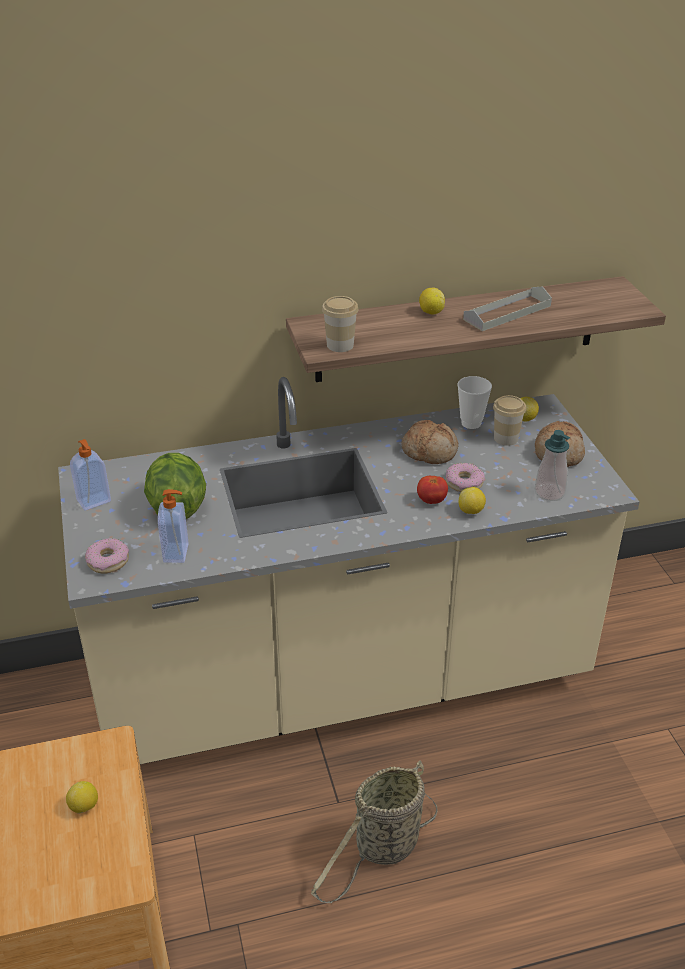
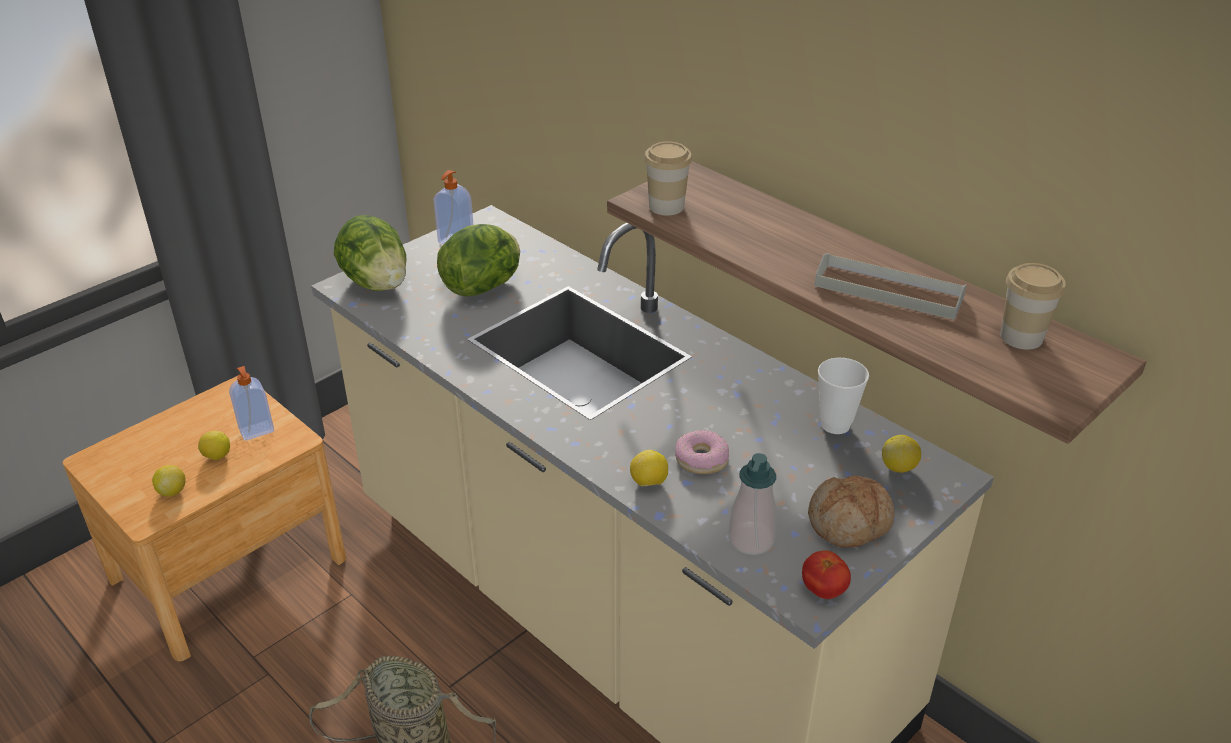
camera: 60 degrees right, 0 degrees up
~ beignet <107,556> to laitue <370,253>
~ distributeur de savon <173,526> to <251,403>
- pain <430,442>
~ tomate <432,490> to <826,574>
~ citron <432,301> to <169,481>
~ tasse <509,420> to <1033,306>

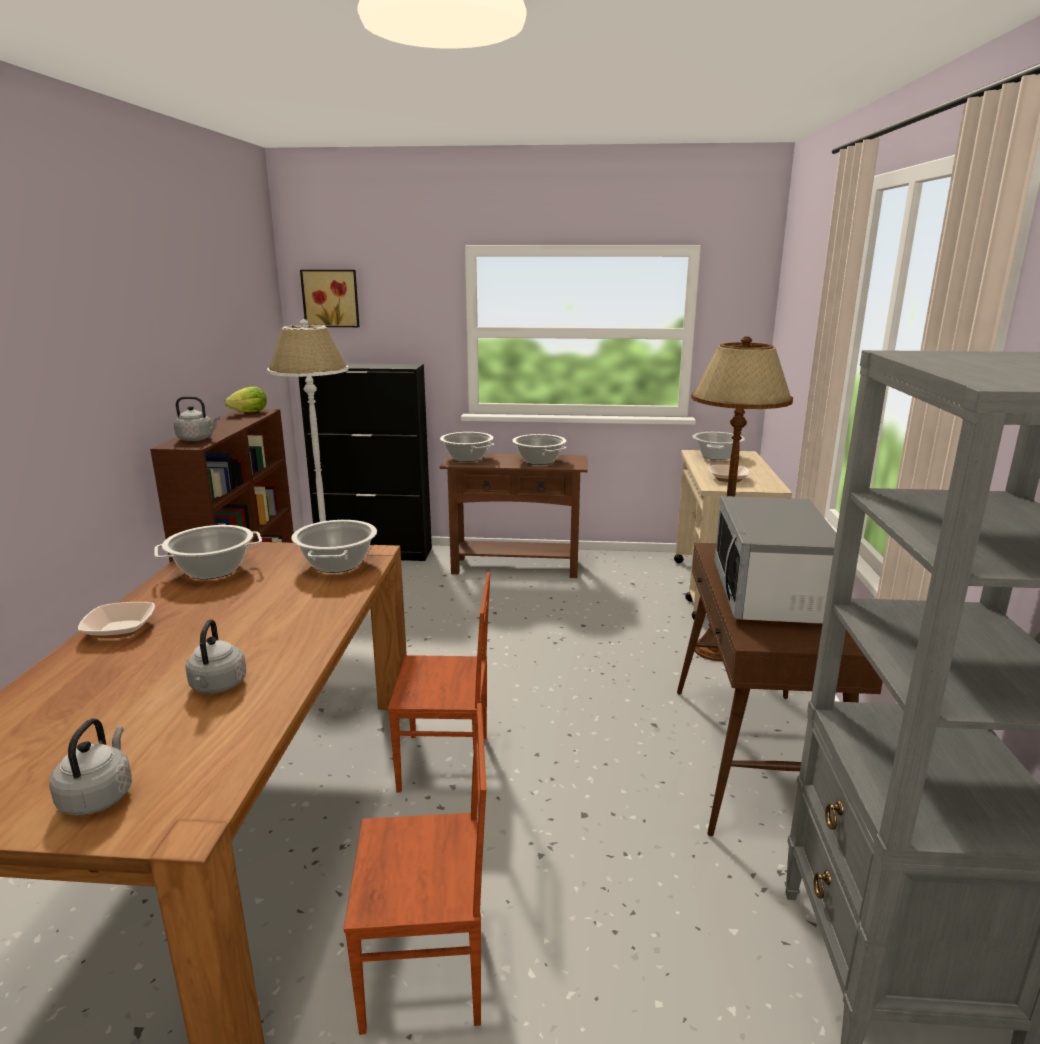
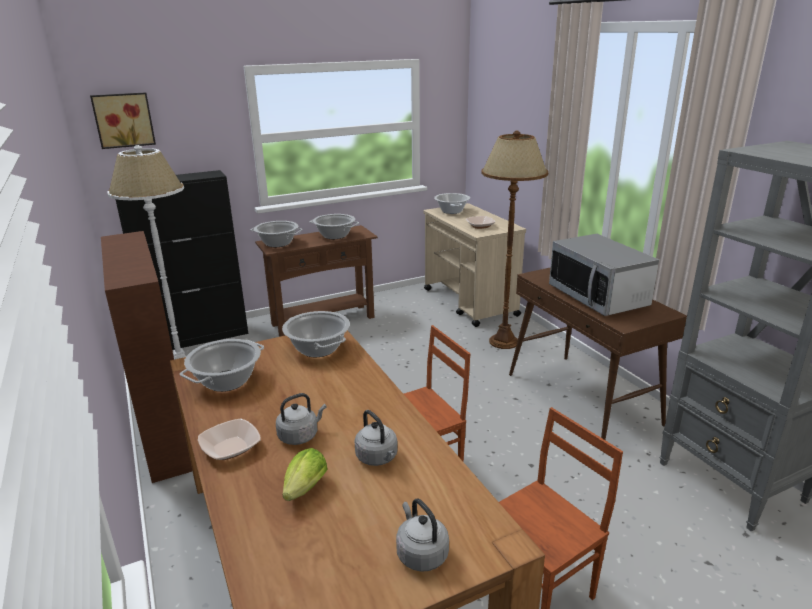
camera: 30 degrees left, 5 degrees up
~ bouilloire/gris <197,418> to <301,419>
~ laitue <245,399> to <305,474>

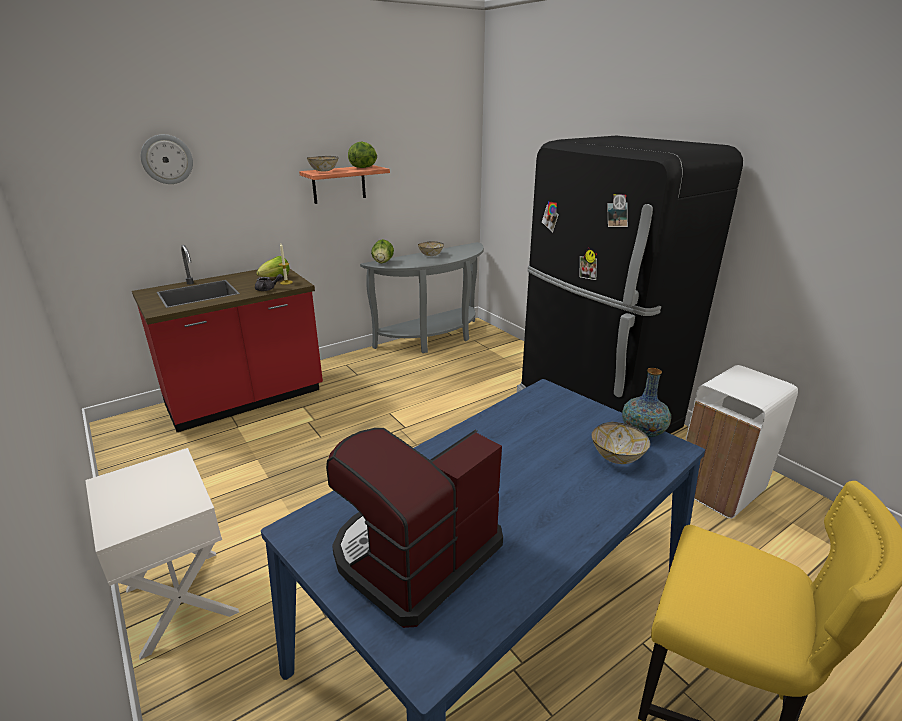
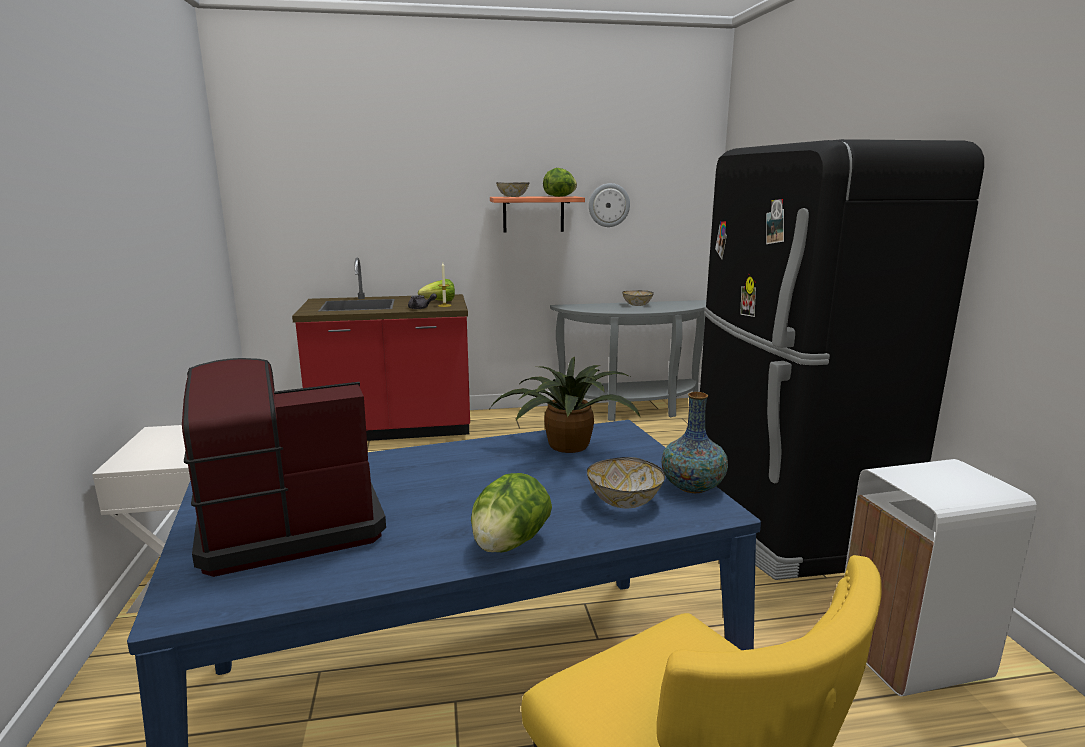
camera: 25 degrees right, 10 degrees down
~ horloge murale <167,159> to <609,205>
~ laitue <382,251> to <511,512>
+ plante en pot <564,405>

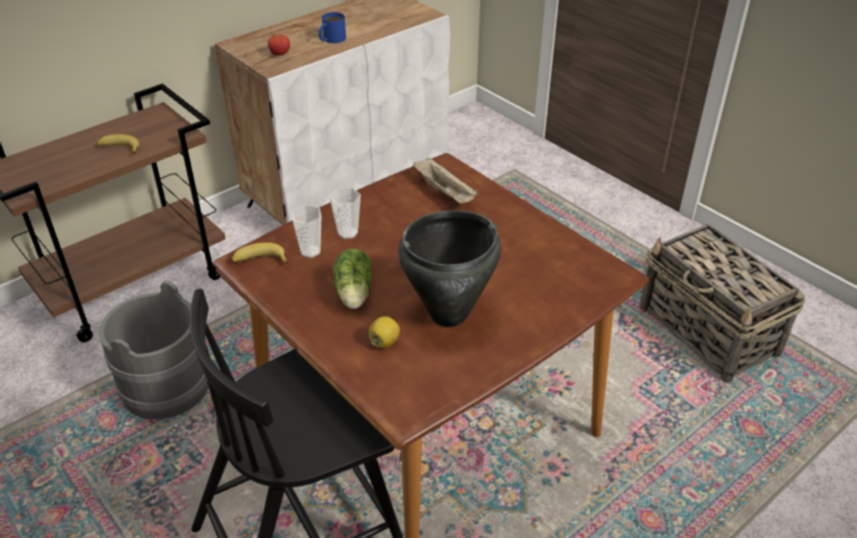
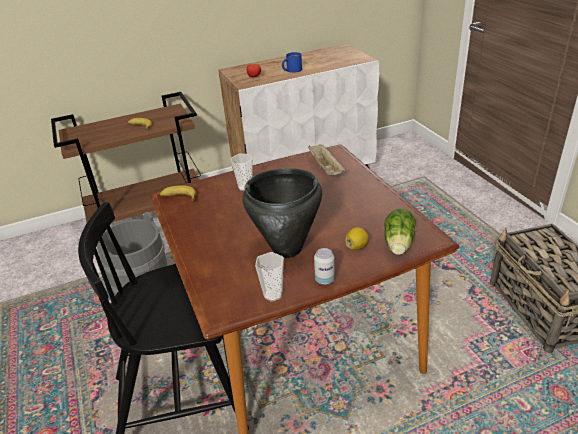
camera: 20 degrees right, 5 degrees down
~ tasse <306,231> to <269,277>
~ laitue <352,279> to <400,232>
~ citron <384,332> to <357,238>
+ boîte métallique <324,266>

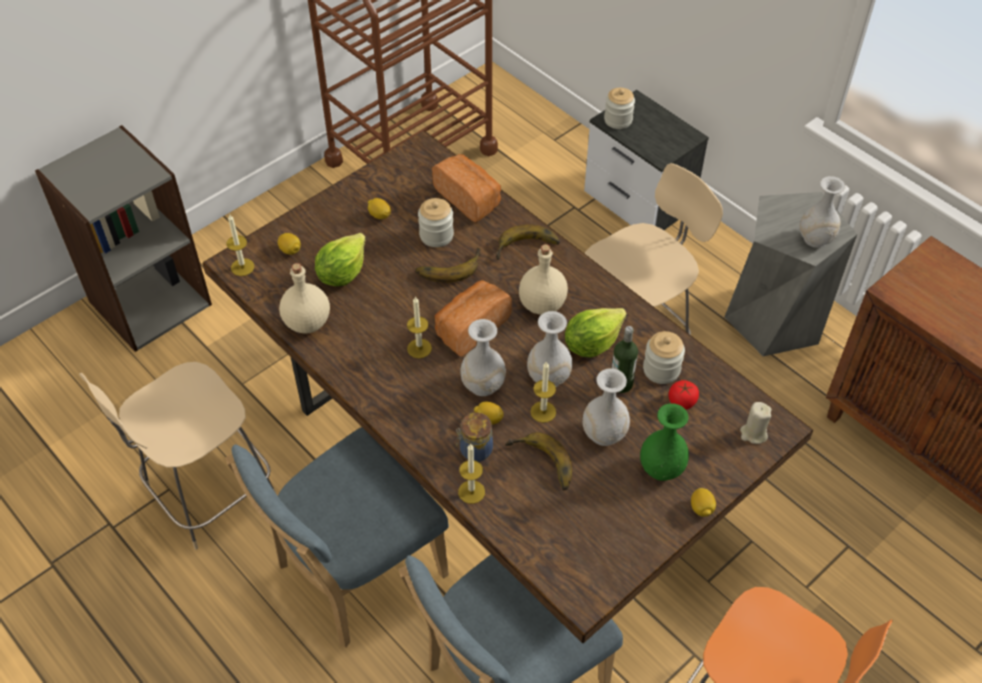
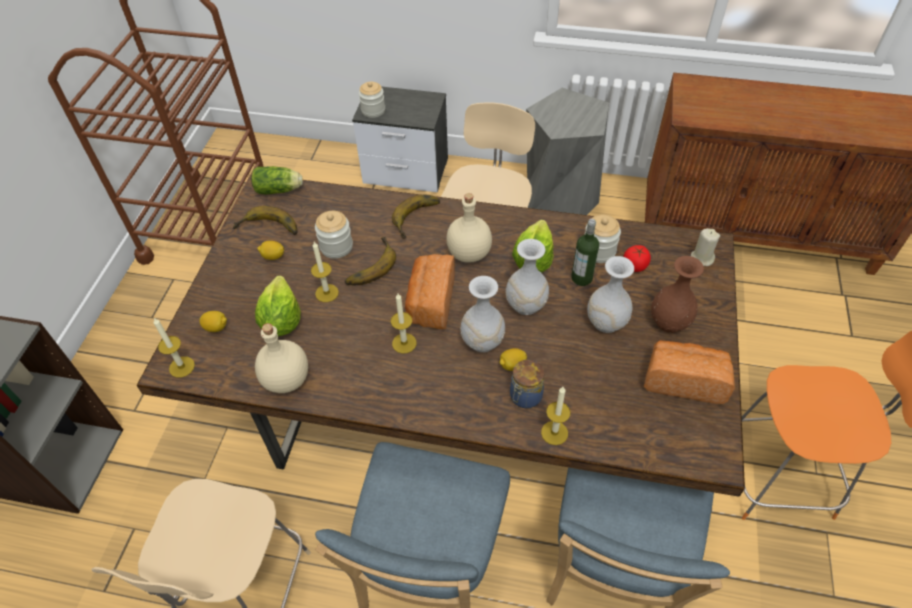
camera: 35 degrees left, 0 degrees up
~ pain <466,188> to <689,372>
~ banane <538,461> to <265,220>
~ bougie <543,392> to <325,272>
~ vase/vert <664,442> to vase/marron <677,294>
- citron <703,502>
- vase/blanc <822,212>
+ laitue <277,180>

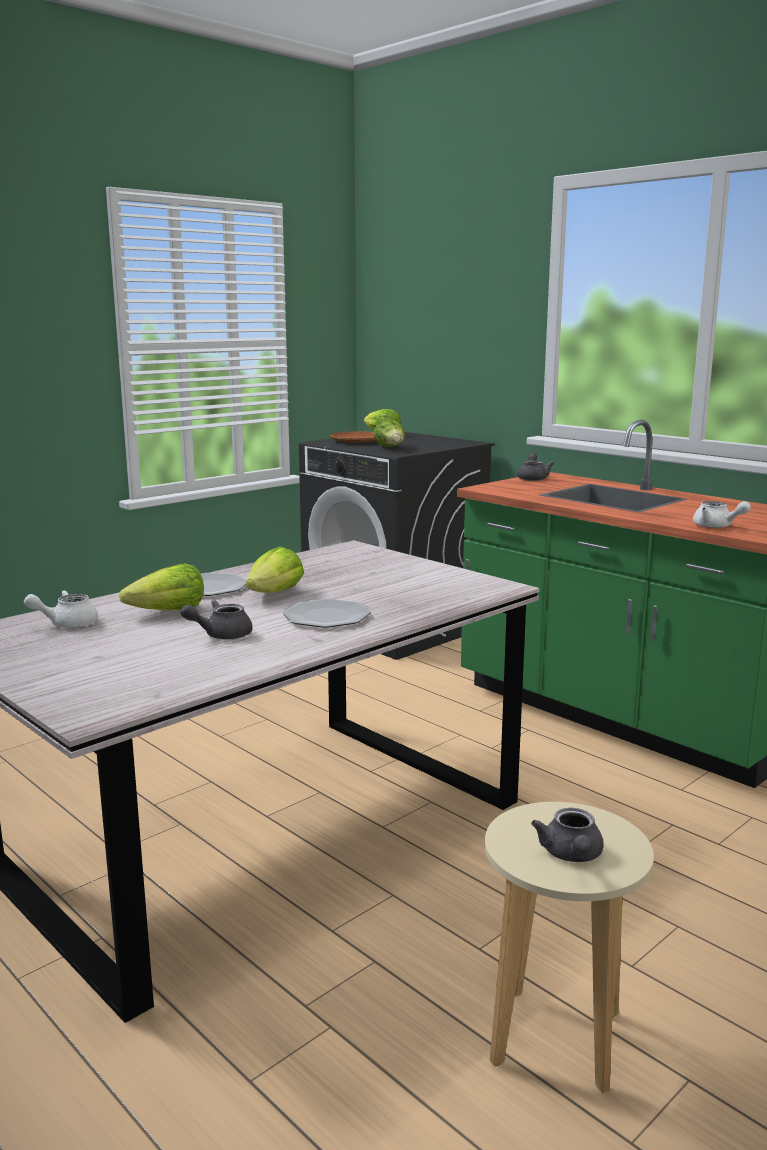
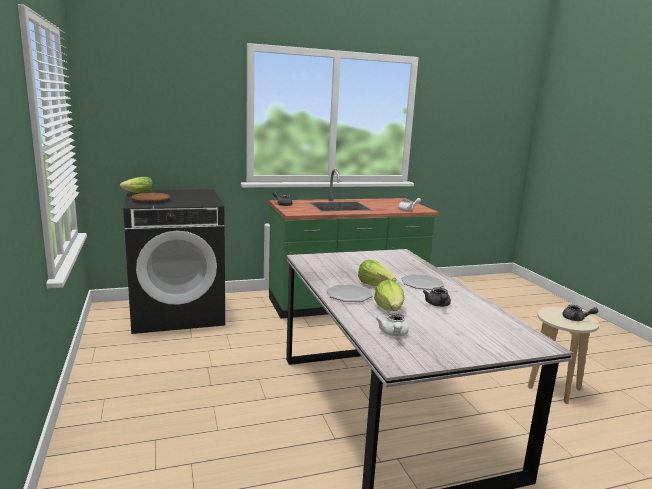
camera: 65 degrees left, 0 degrees up
- laitue <389,432>

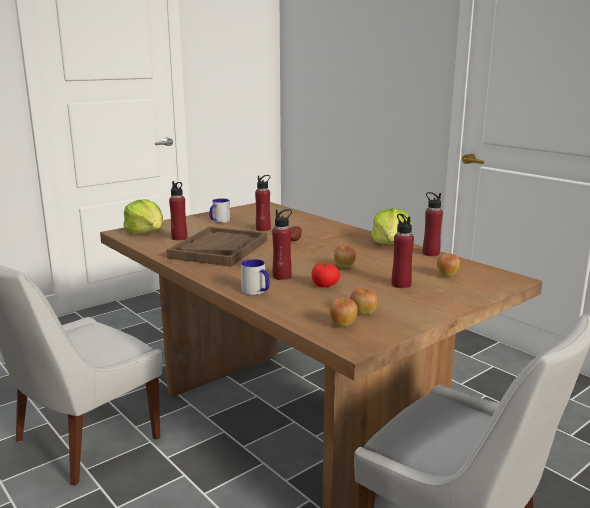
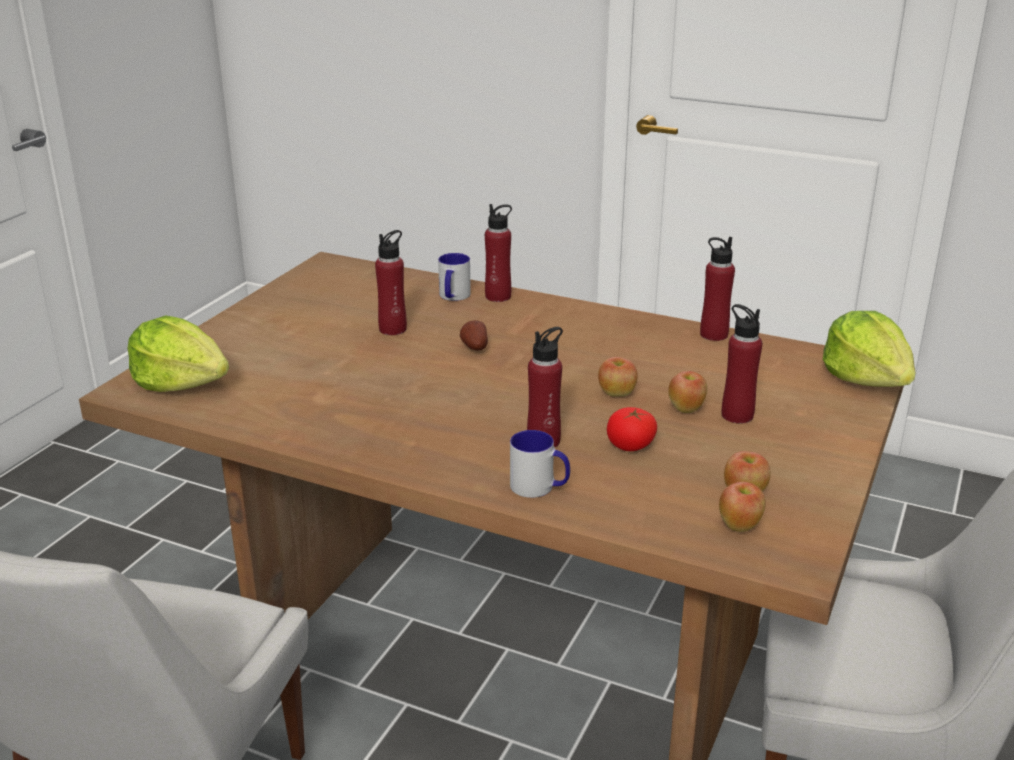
camera: 25 degrees left, 10 degrees up
- plateau/marron <216,247>
~ bouteille/rouge <178,210> to <498,253>
~ mug <220,210> to <454,277>
~ laitue <391,226> to <869,349>
~ pomme <448,265> to <687,392>

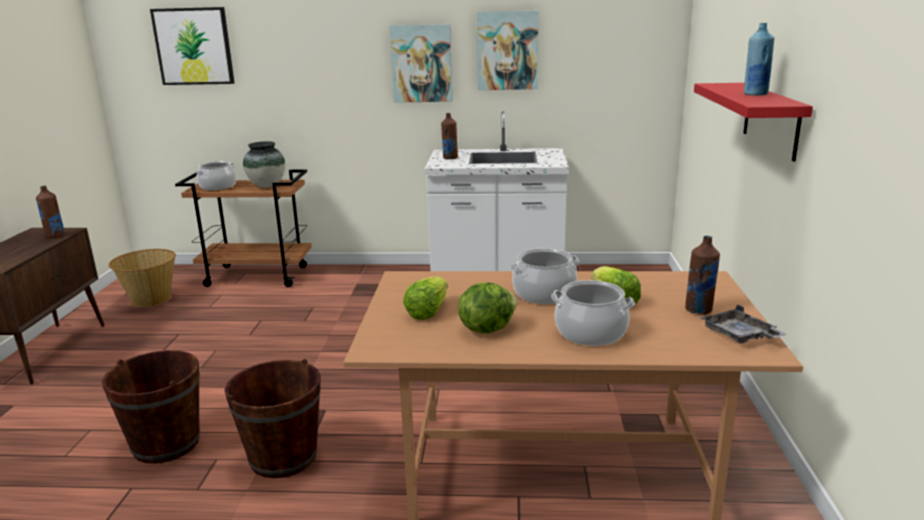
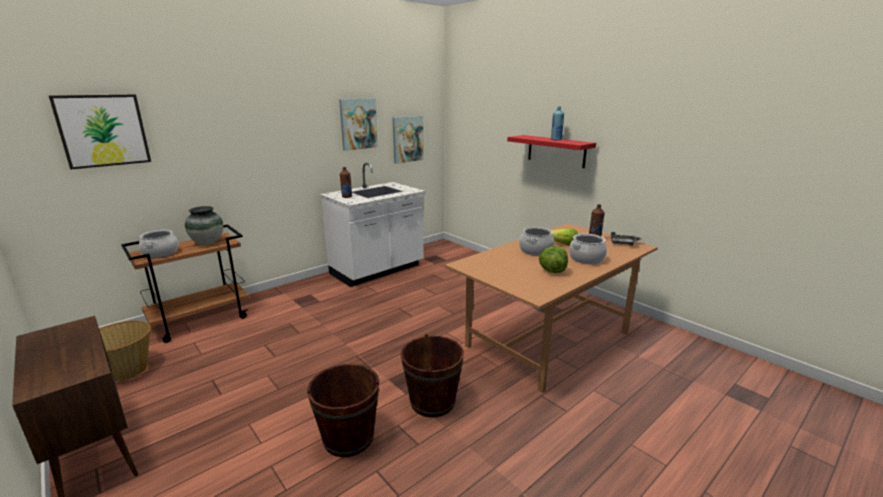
camera: 45 degrees left, 0 degrees up
- bouteille/marron <50,211>
~ tableau <420,63> to <408,140>
- laitue <425,298>

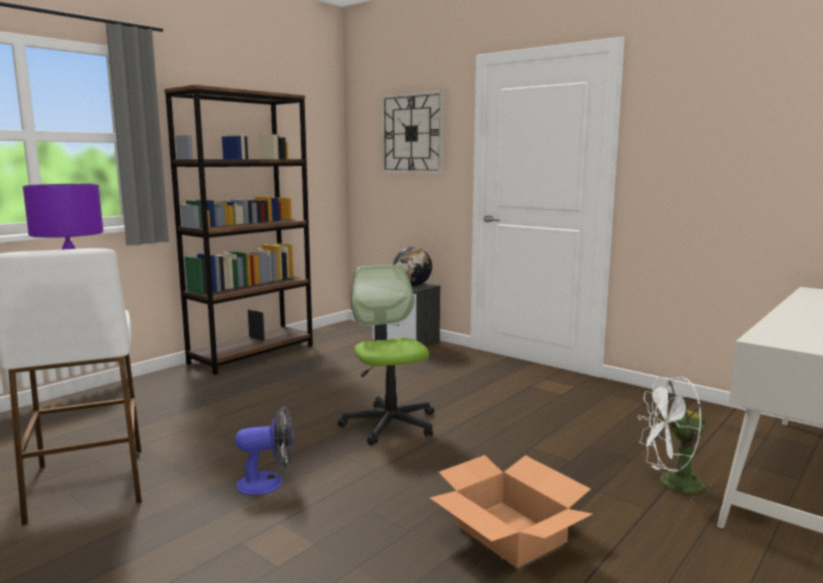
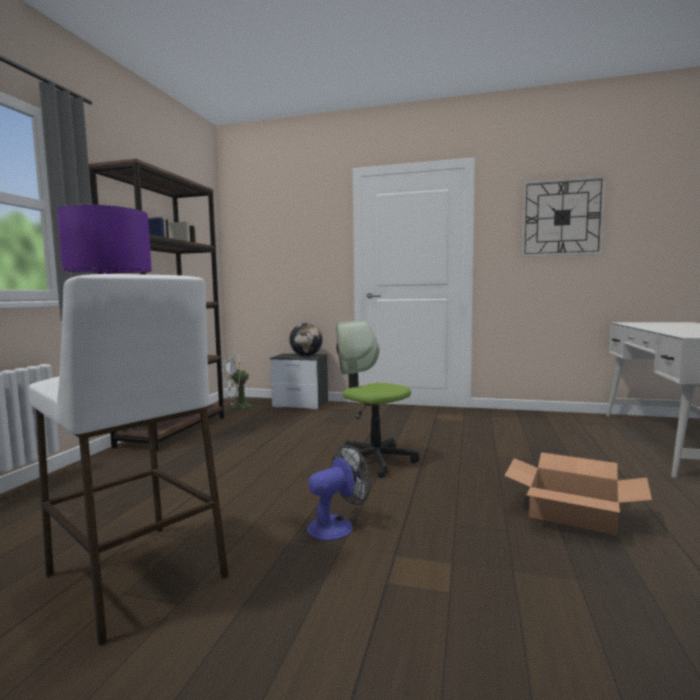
camera: 25 degrees left, 5 degrees down
~ horloge murale <412,132> to <563,216>
~ ventilateur/blanc <679,439> to <239,382>

